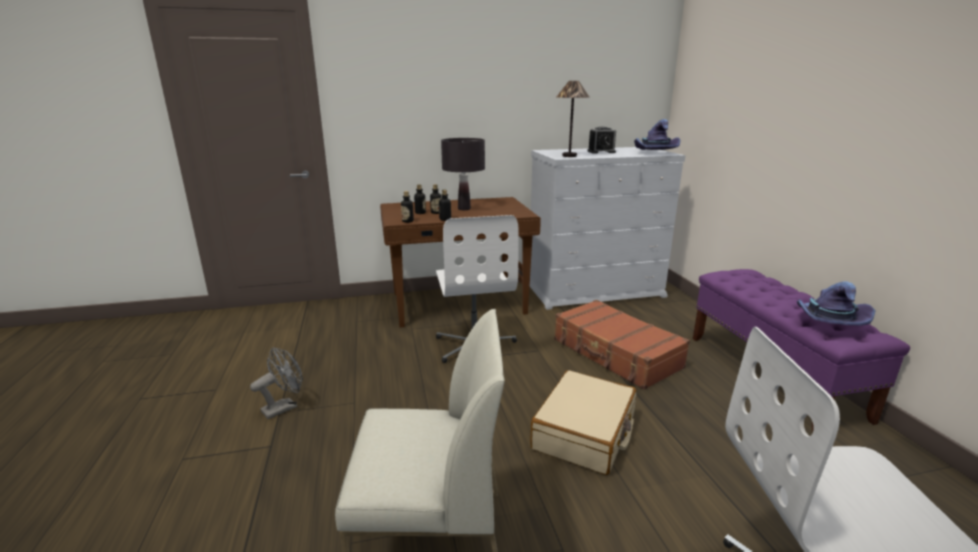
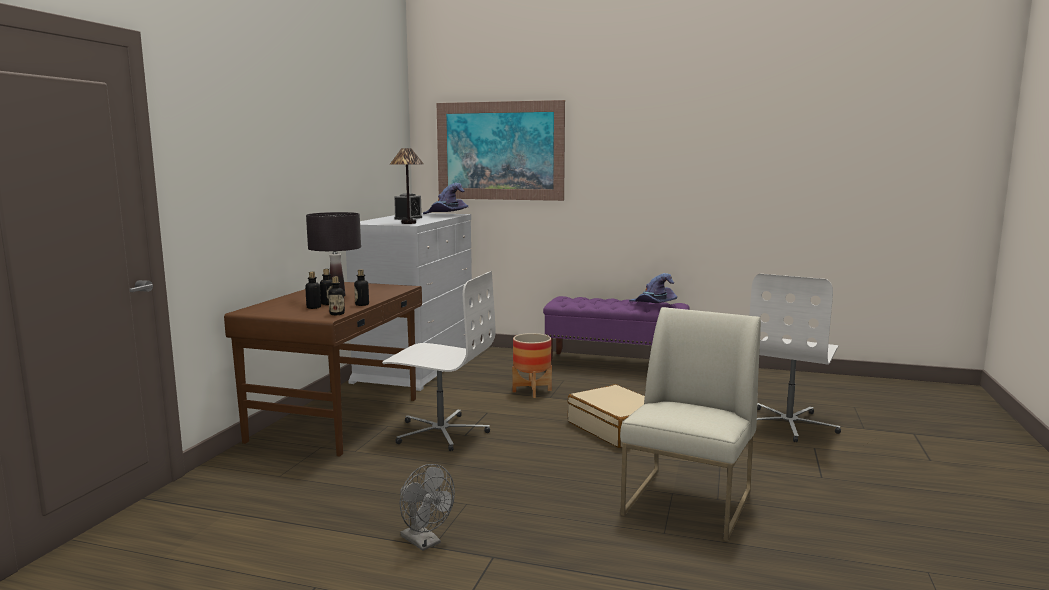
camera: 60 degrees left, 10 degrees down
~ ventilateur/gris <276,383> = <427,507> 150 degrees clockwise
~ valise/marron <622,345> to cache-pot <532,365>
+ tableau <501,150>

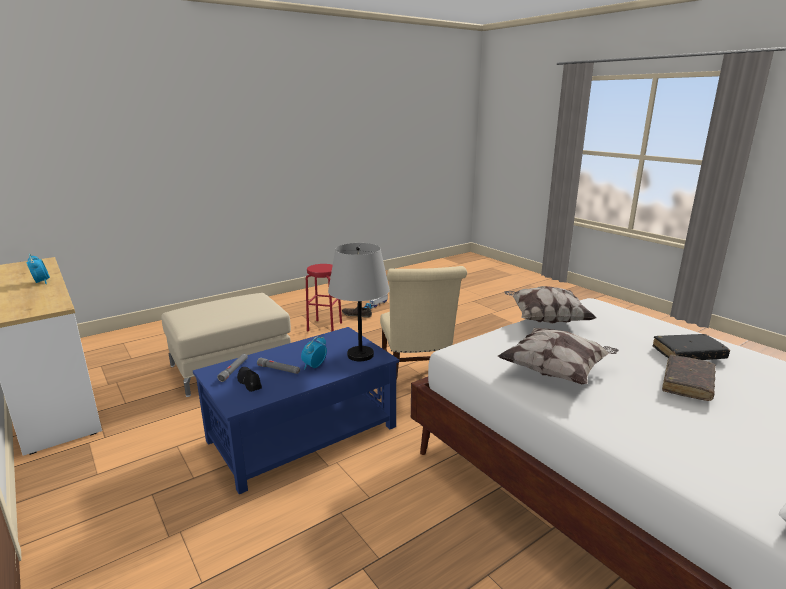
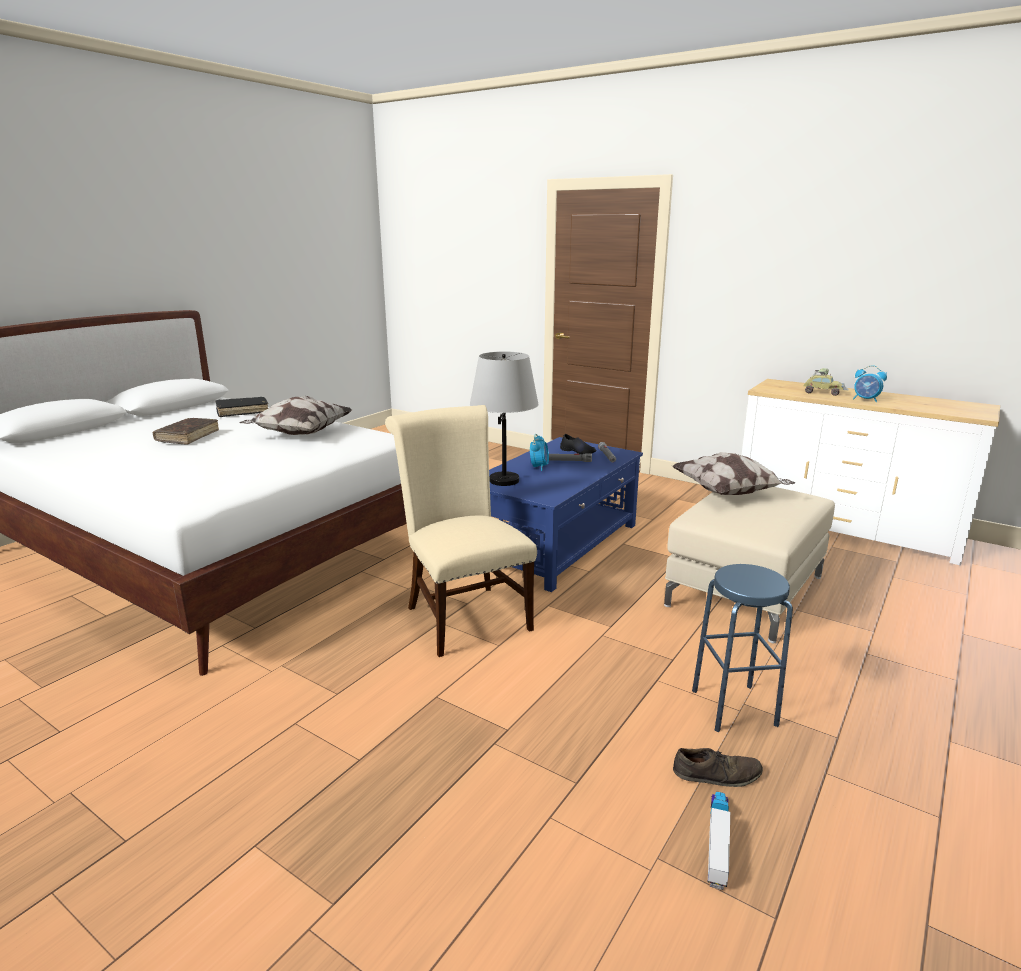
camera: 160 degrees right, 0 degrees up
~ tabouret/rouge <324,298> to tabouret/bleu <742,648>
~ coussin <550,305> to <734,473>
~ livre/noir <691,347> to <241,407>
+ petite voiture <826,382>

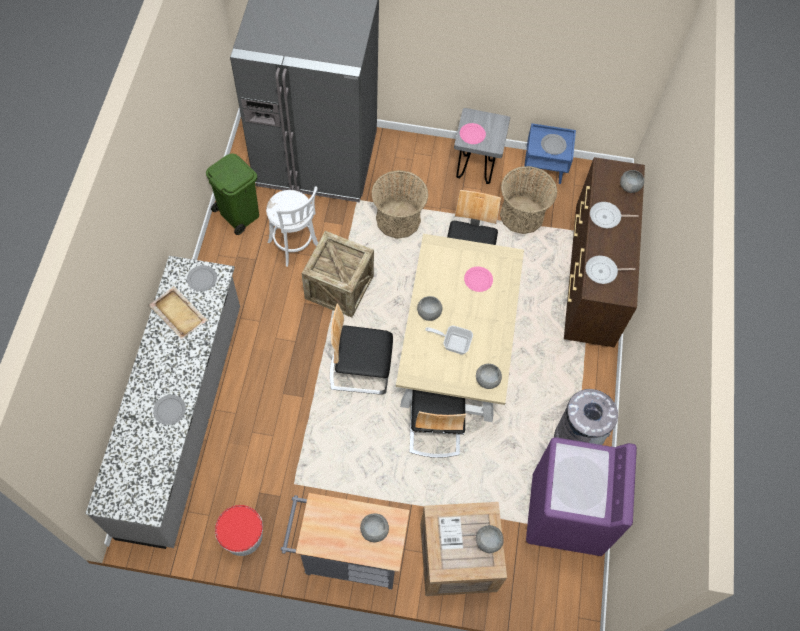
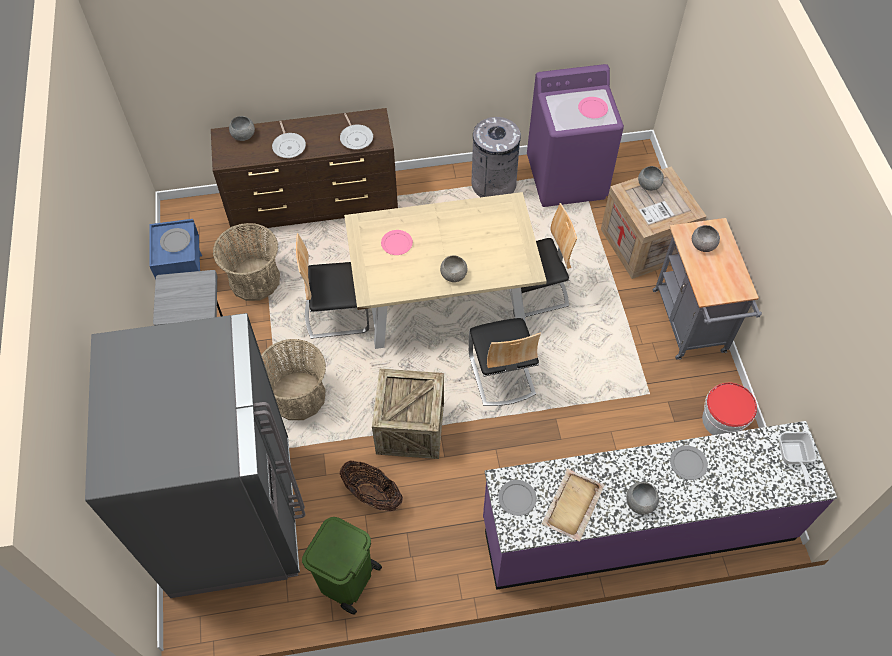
camera: 105 degrees left, 5 degrees down
~ comptoir de cuisine/gris <163,402> to comptoir de cuisine/violet <660,505>
~ tabouret/blanc <292,226> to panier <371,486>
~ poêle <449,340> to <797,459>
~ assiette/rose <473,133> to <593,107>
~ bol/gris <489,376> to <642,498>

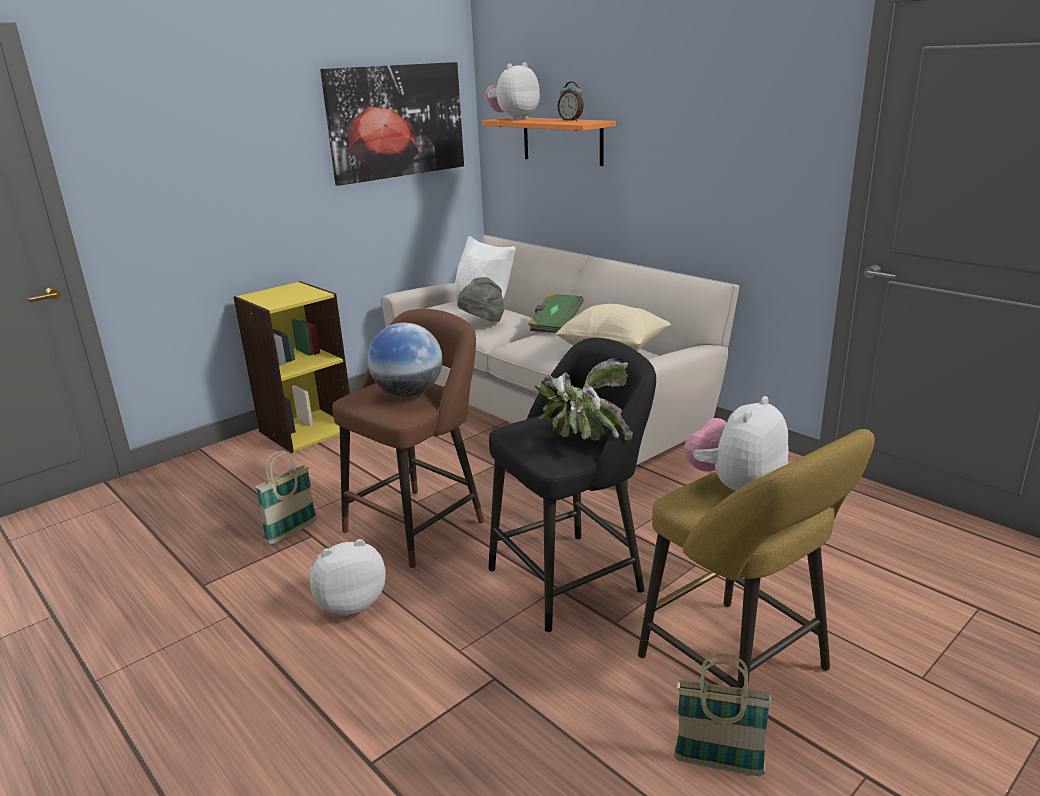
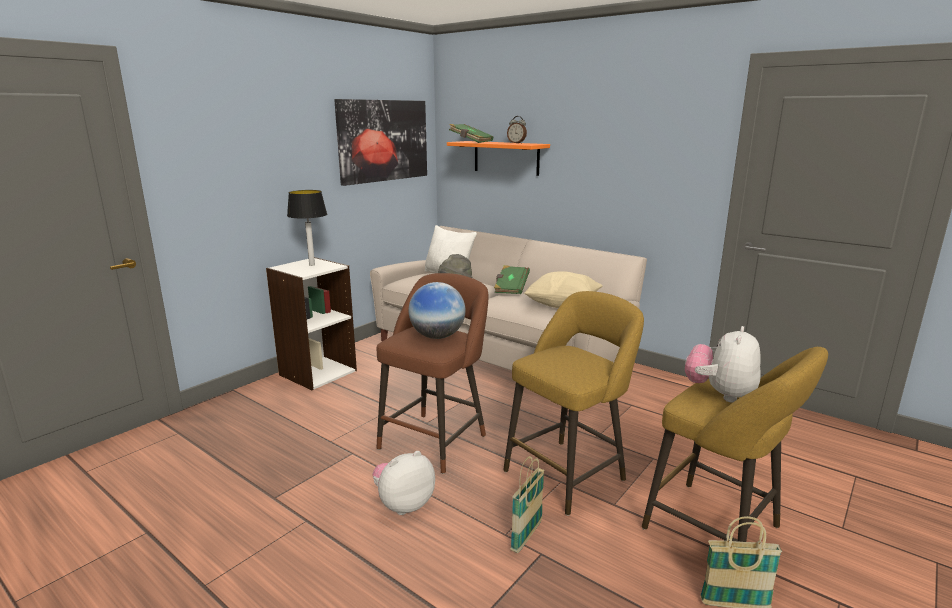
camera: 10 degrees left, 5 degrees down
~ bibliothèque/jaune <291,367> to bibliothèque/blanc <311,323>
~ panier <286,497> to <527,504>
~ peluche <512,91> to livre/vert <471,133>
~ tabouret/noir <572,485> to tabouret/jaune <573,403>
- plante en pot <584,399>
+ lampe de table <307,228>

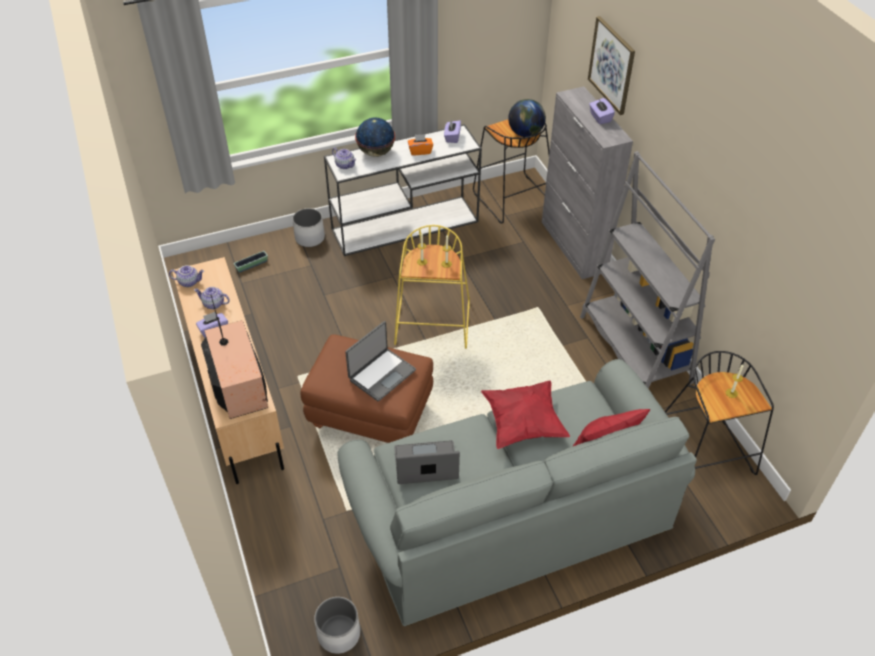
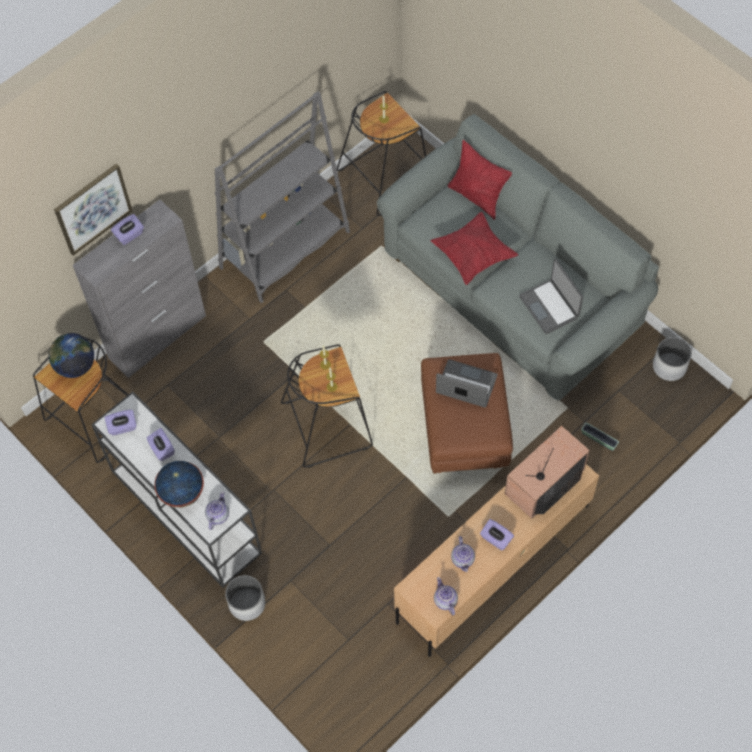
camera: 110 degrees left, 15 degrees up
~ cache-pot <251,262> to <600,436>
~ tabouret/jaune <432,287> to tabouret/noir <327,406>
~ boîte à mouchoirs/orange <420,144> to boîte à mouchoirs/violet <161,444>

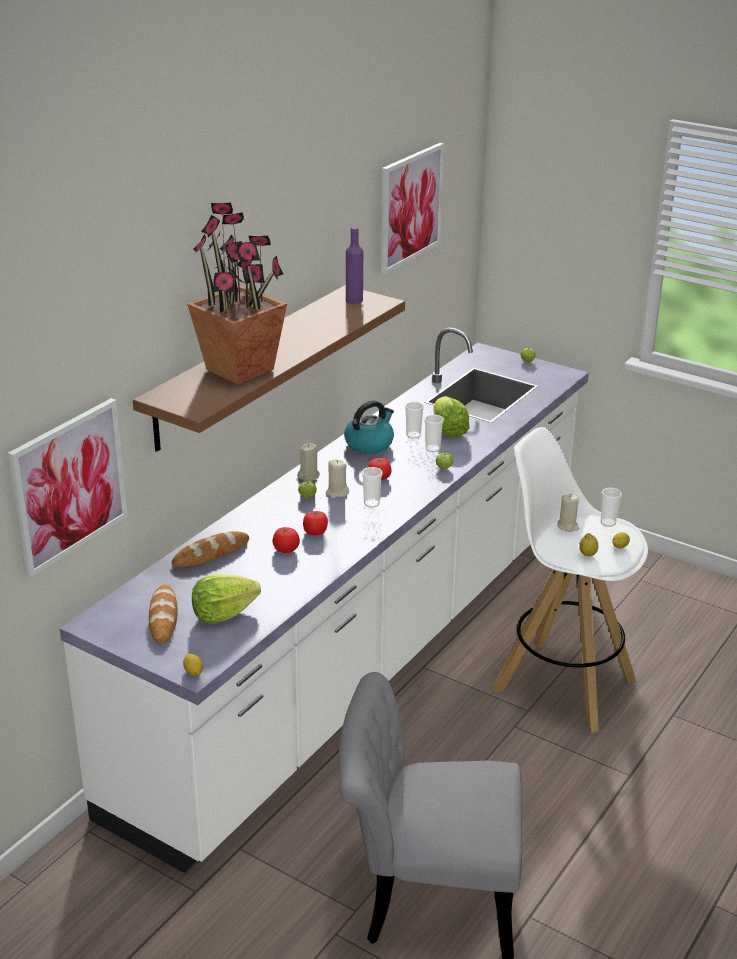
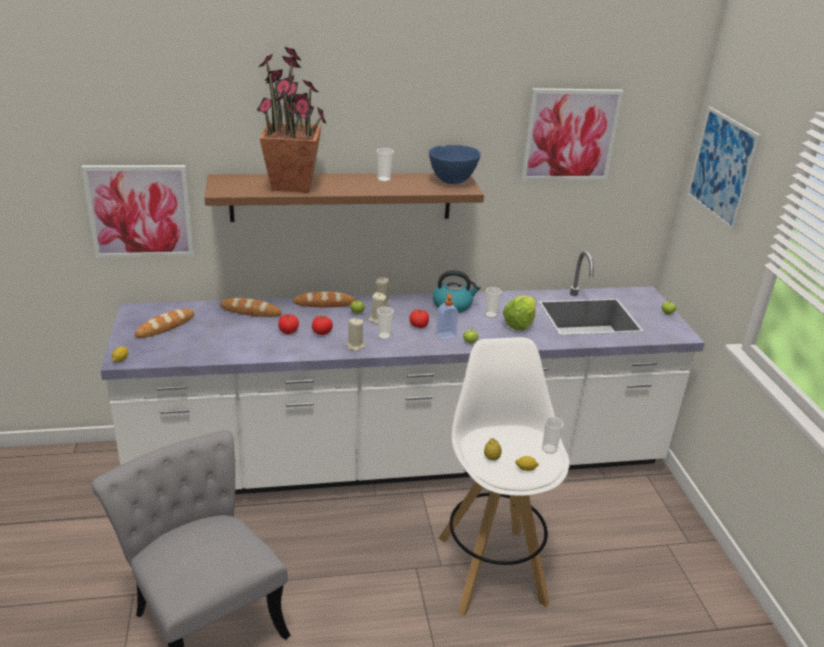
camera: 45 degrees right, 0 degrees up
- laitue <226,599>
~ bouteille/violet <354,265> to bol/bleu <455,164>
~ tasse <434,433> to <385,165>
~ bougie/beige <568,513> to <355,334>
+ pain <324,299>
+ distributeur de savon <447,316>
+ tableau <724,169>

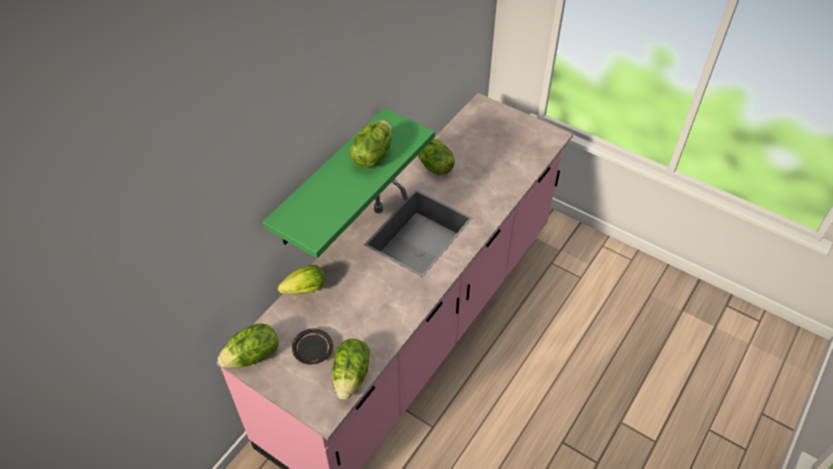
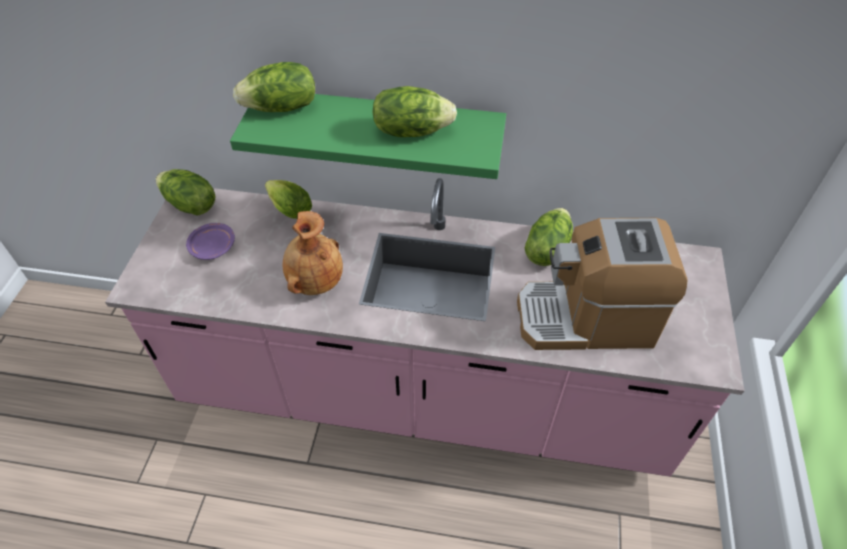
camera: 65 degrees right, 0 degrees up
~ assiette/noir <312,346> to assiette/violet <210,241>
~ laitue <351,369> to <274,87>
+ vase/marron <313,253>
+ machine à café <602,284>

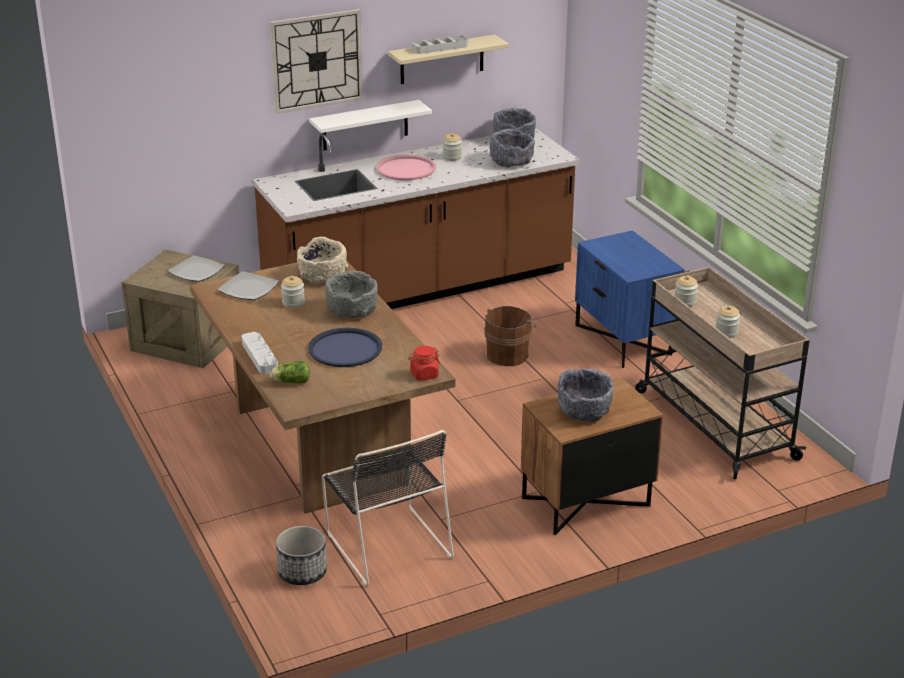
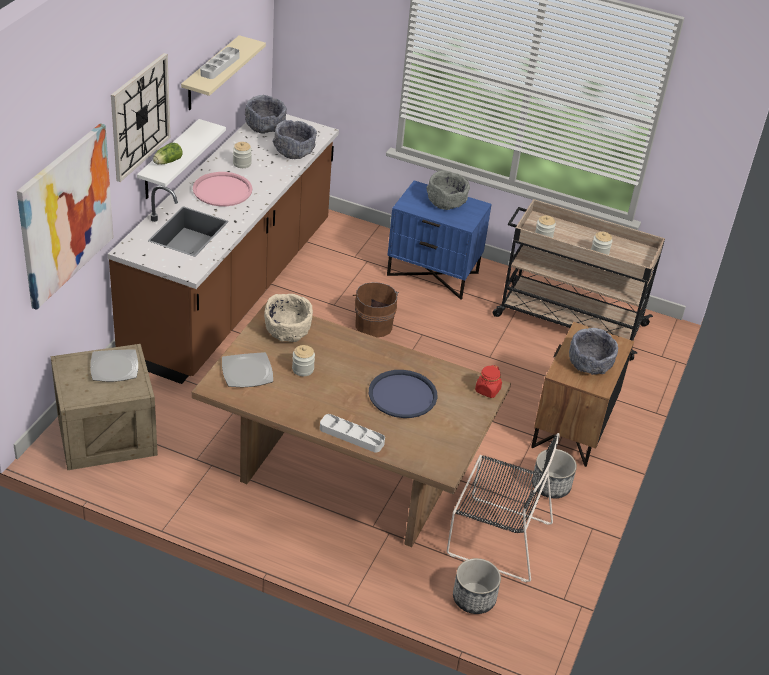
camera: 45 degrees left, 10 degrees up
~ laitue <290,372> to <168,153>
~ bol/gris <351,294> to <448,190>
+ tableau <65,216>
+ cache-pot <554,473>

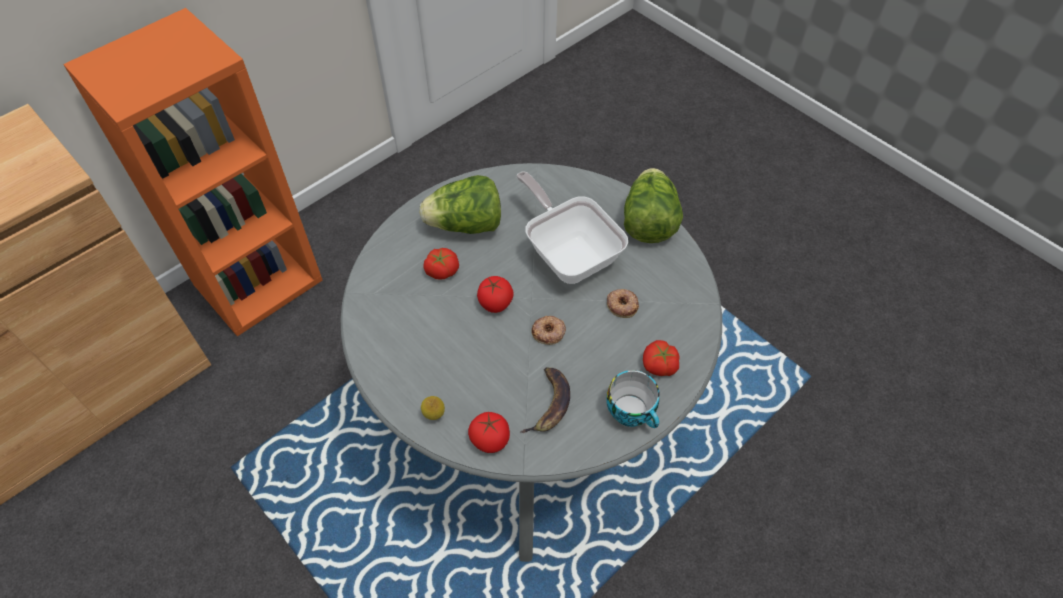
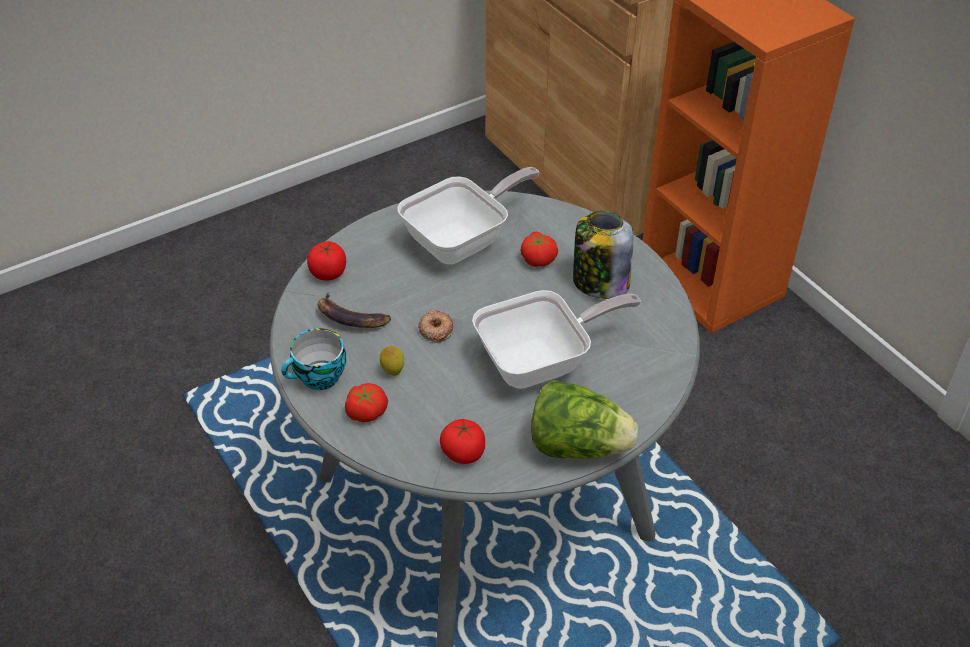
camera: 100 degrees right, 10 degrees down
~ laitue <460,204> to bocal <603,255>
~ citron <433,408> to <392,361>
~ tomate <495,294> to <462,441>
- beignet <623,303>
+ poêle <468,215>

